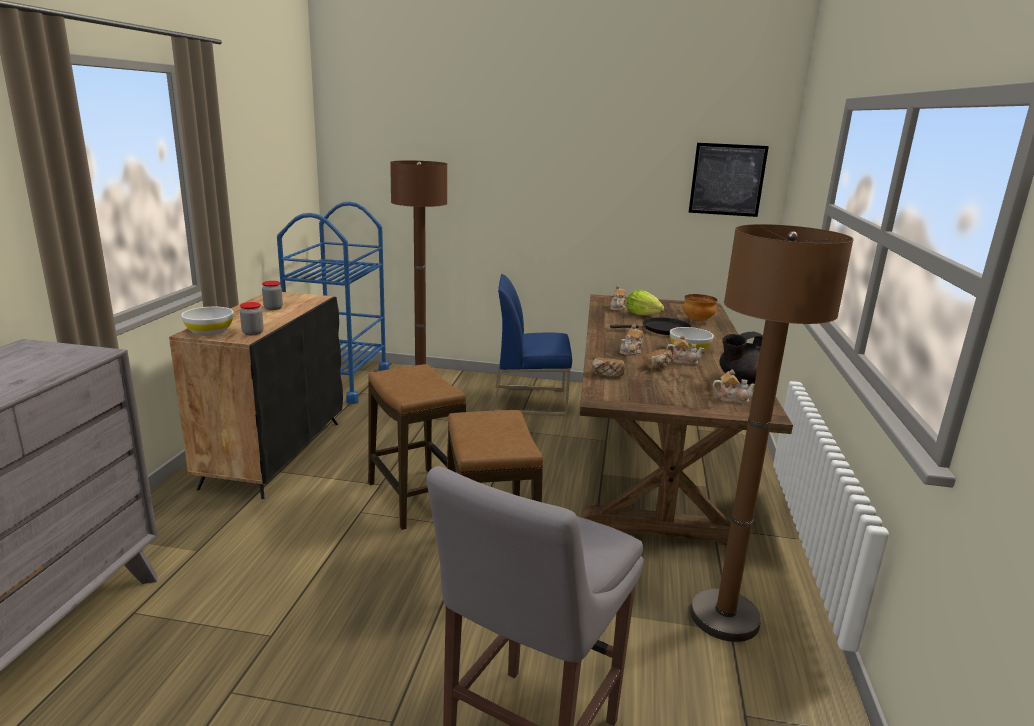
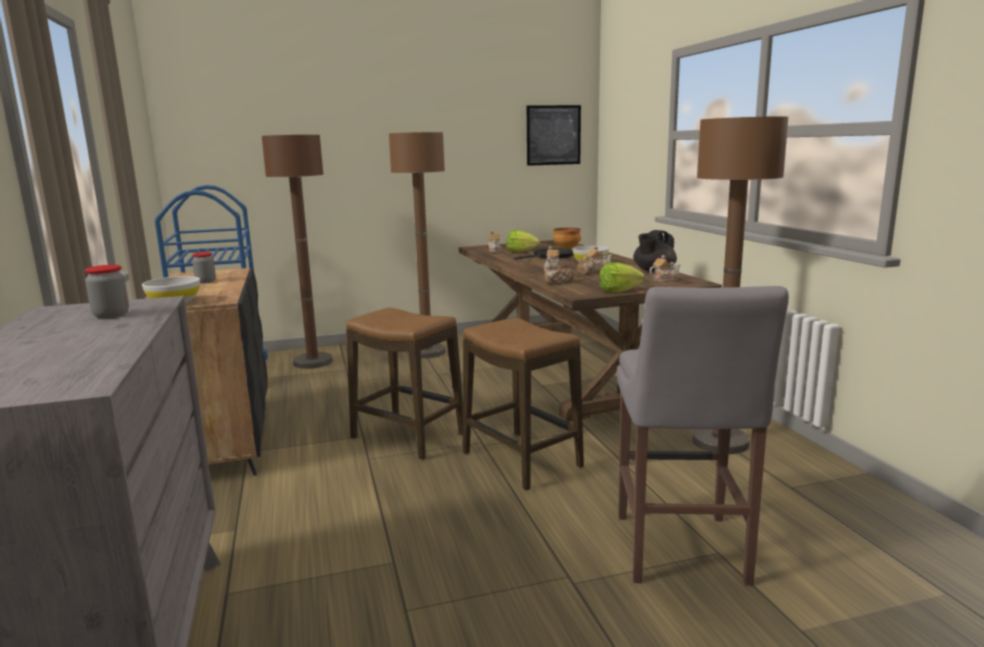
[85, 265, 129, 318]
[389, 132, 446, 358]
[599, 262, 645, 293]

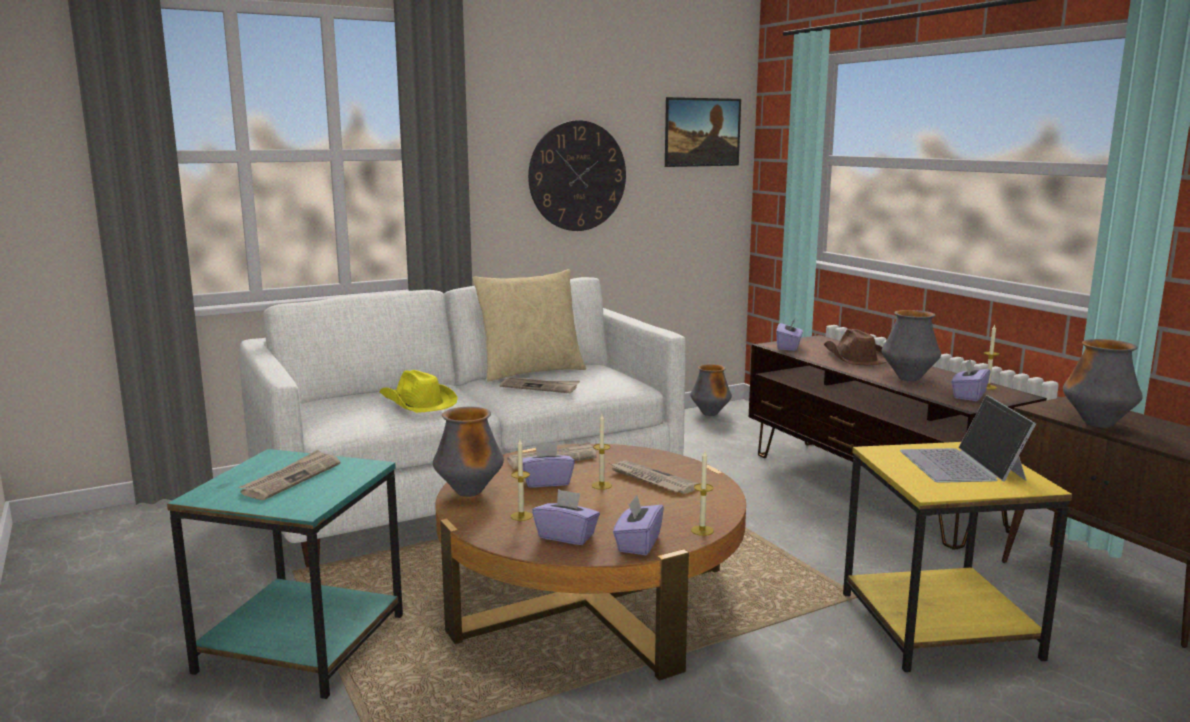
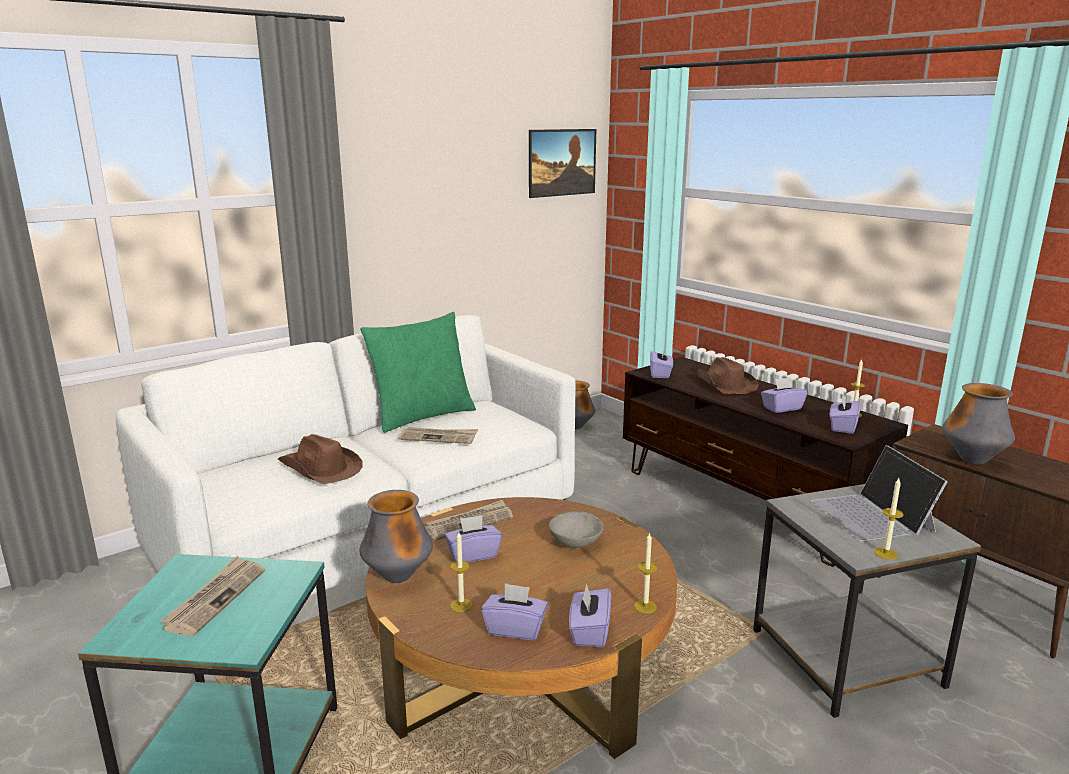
[278, 434, 363, 484]
[360, 312, 476, 433]
[528, 120, 626, 231] (first image)
[874, 478, 903, 560]
[549, 511, 604, 548]
[753, 484, 981, 718]
[761, 377, 808, 413]

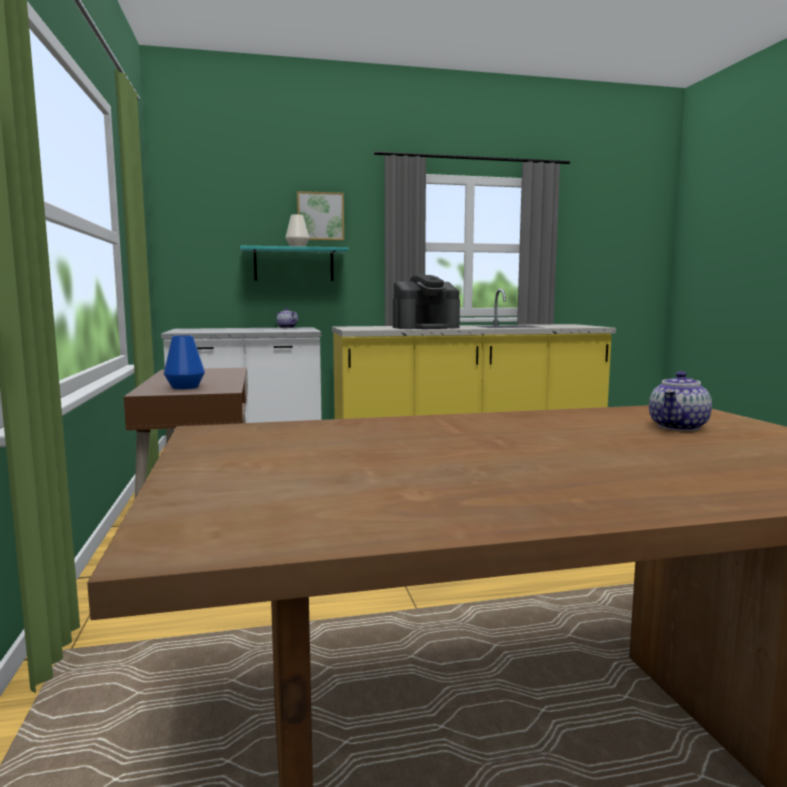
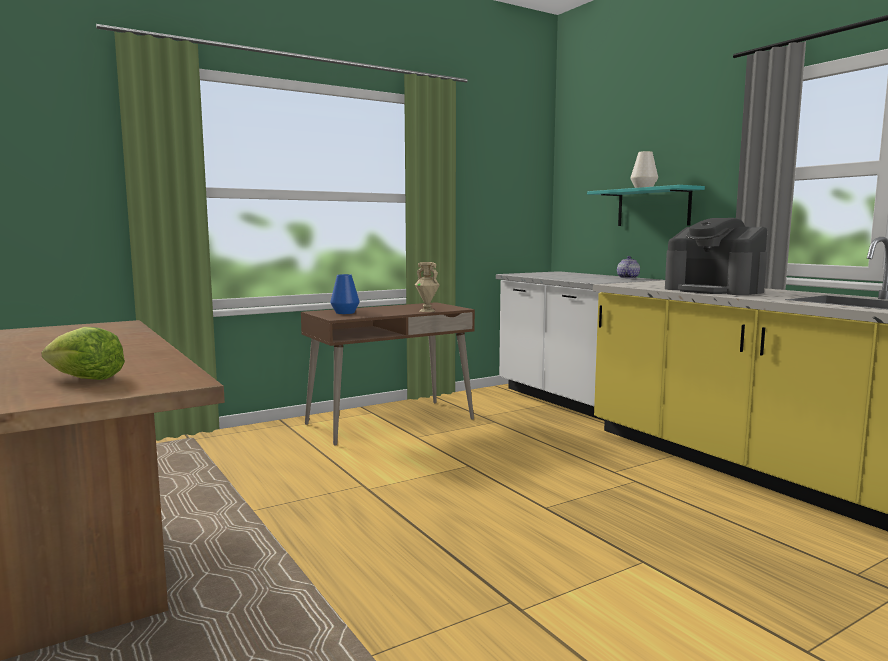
[297, 191, 344, 241] (first image)
[41, 327, 125, 380]
[415, 262, 440, 312]

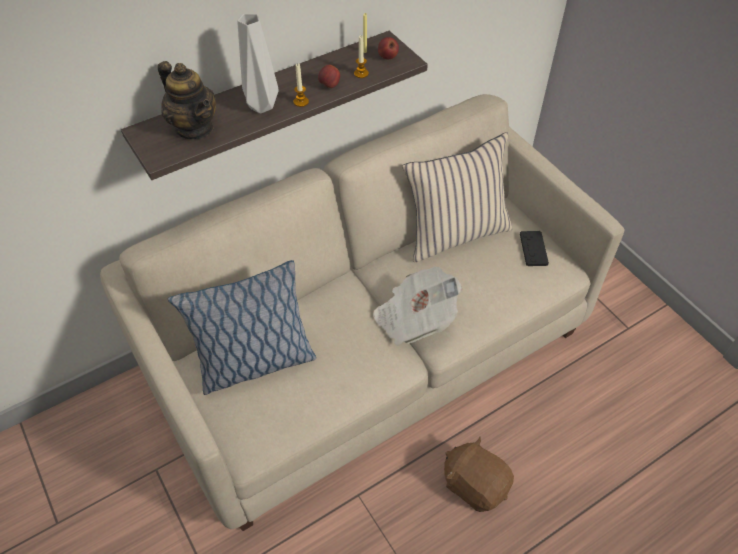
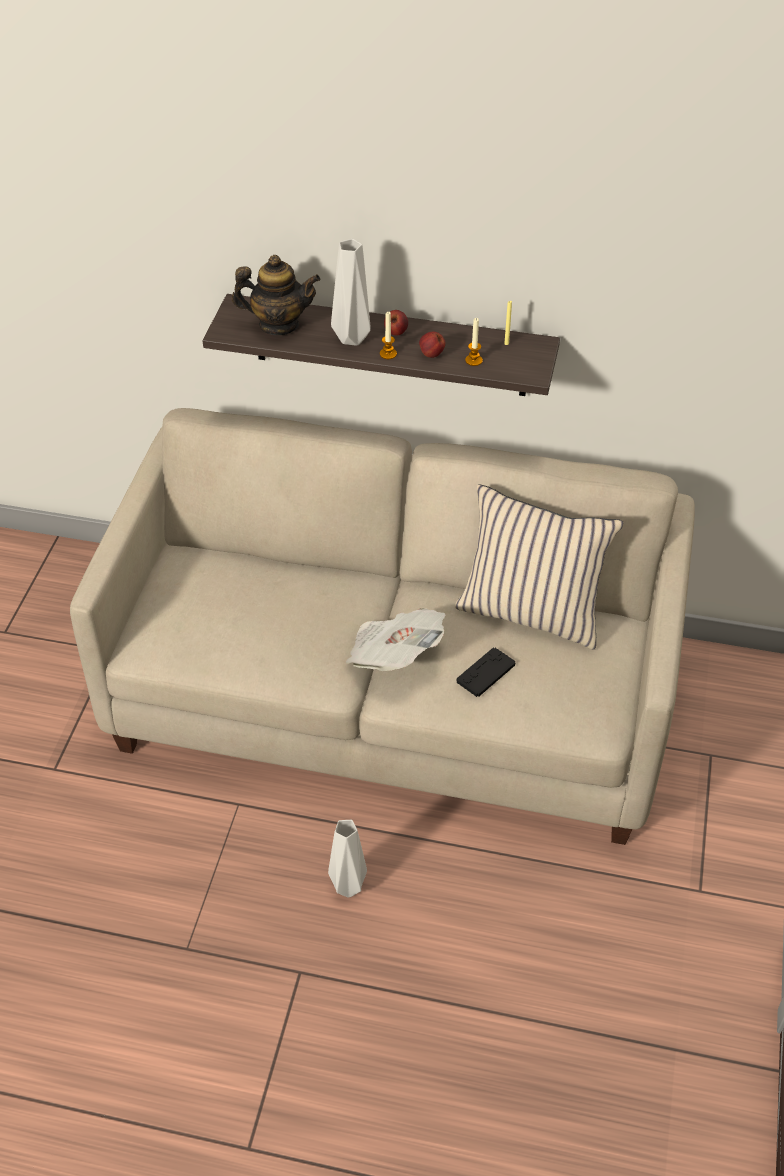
[232, 255, 320, 335]
[168, 260, 316, 395] (first image)
[384, 310, 408, 336]
[328, 820, 367, 897]
[457, 648, 515, 697]

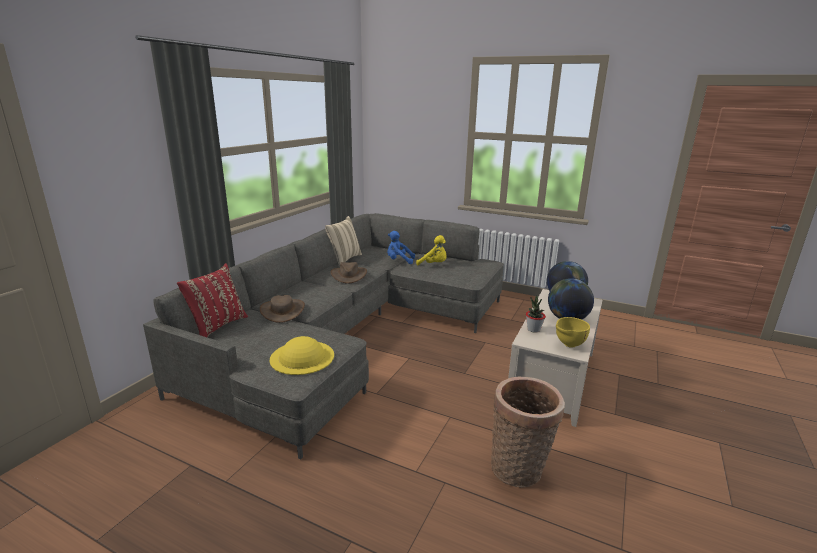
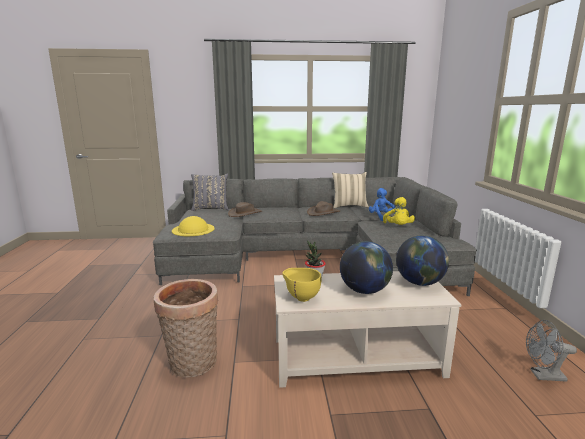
[191, 173, 229, 211]
[526, 320, 577, 382]

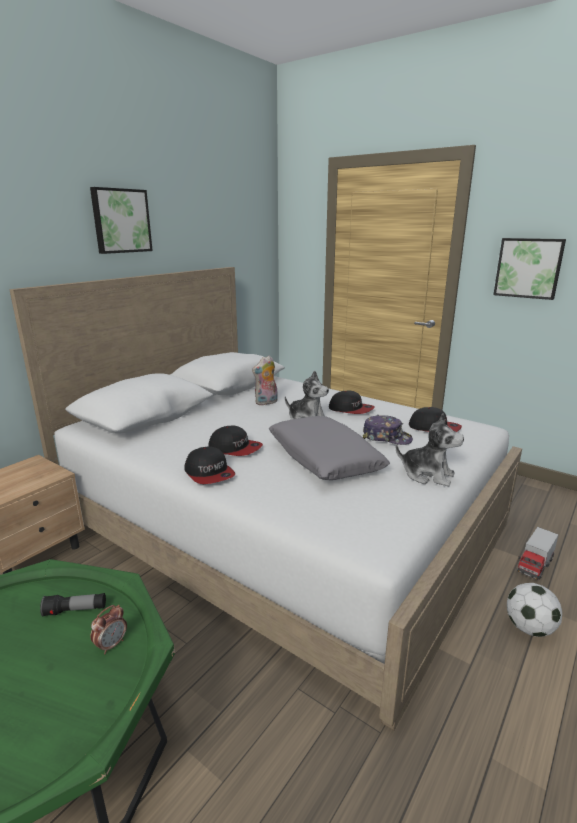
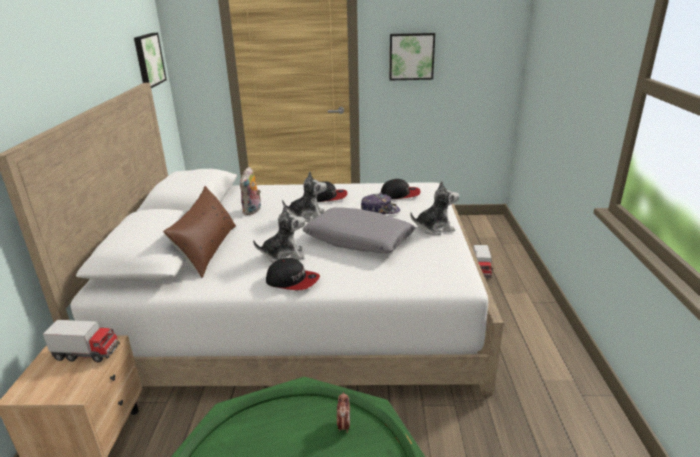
[40, 593, 106, 616] (first image)
[134, 33, 167, 88]
[253, 205, 305, 263]
[507, 583, 562, 637] (first image)
[43, 320, 120, 363]
[163, 186, 236, 278]

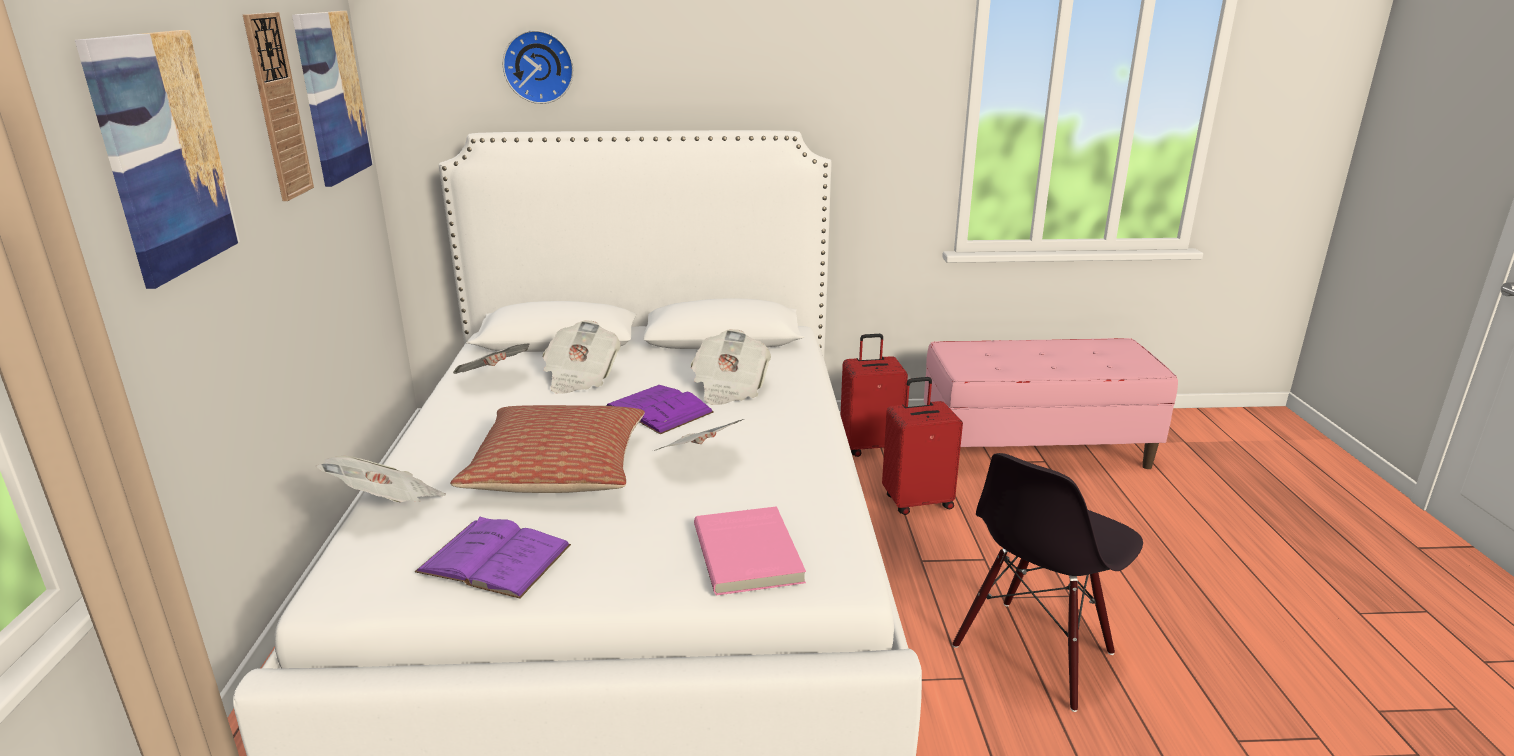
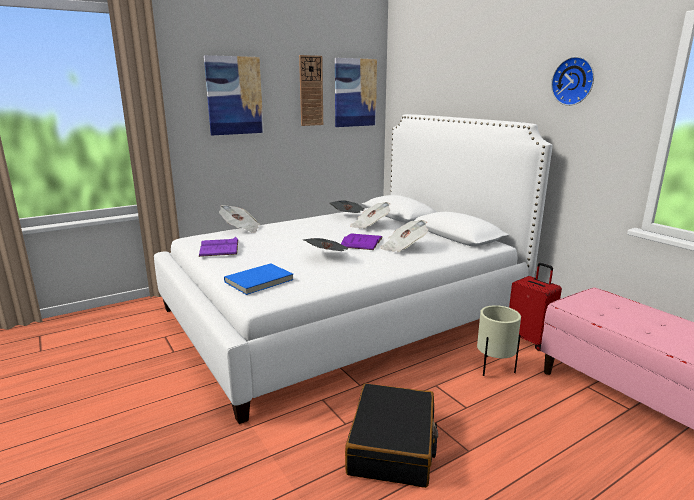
[450, 405, 645, 493] (first image)
[551, 57, 594, 106]
[224, 263, 294, 295]
[477, 305, 521, 376]
[345, 383, 438, 488]

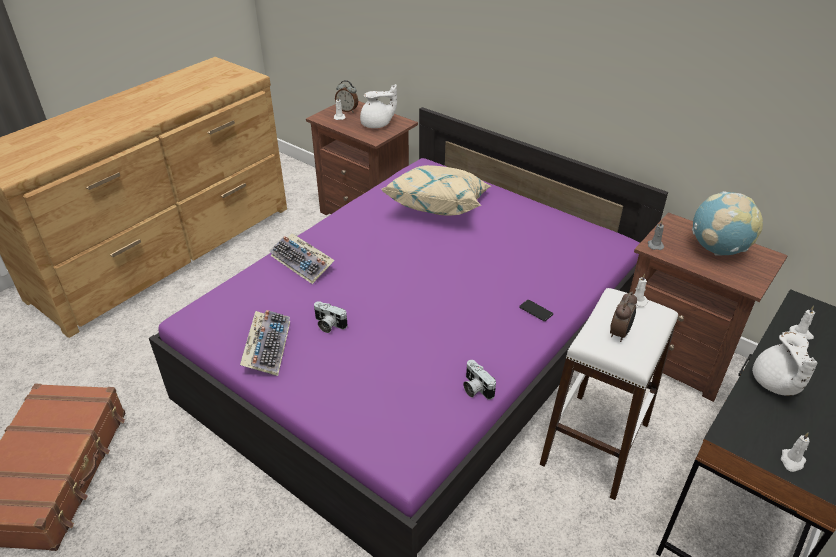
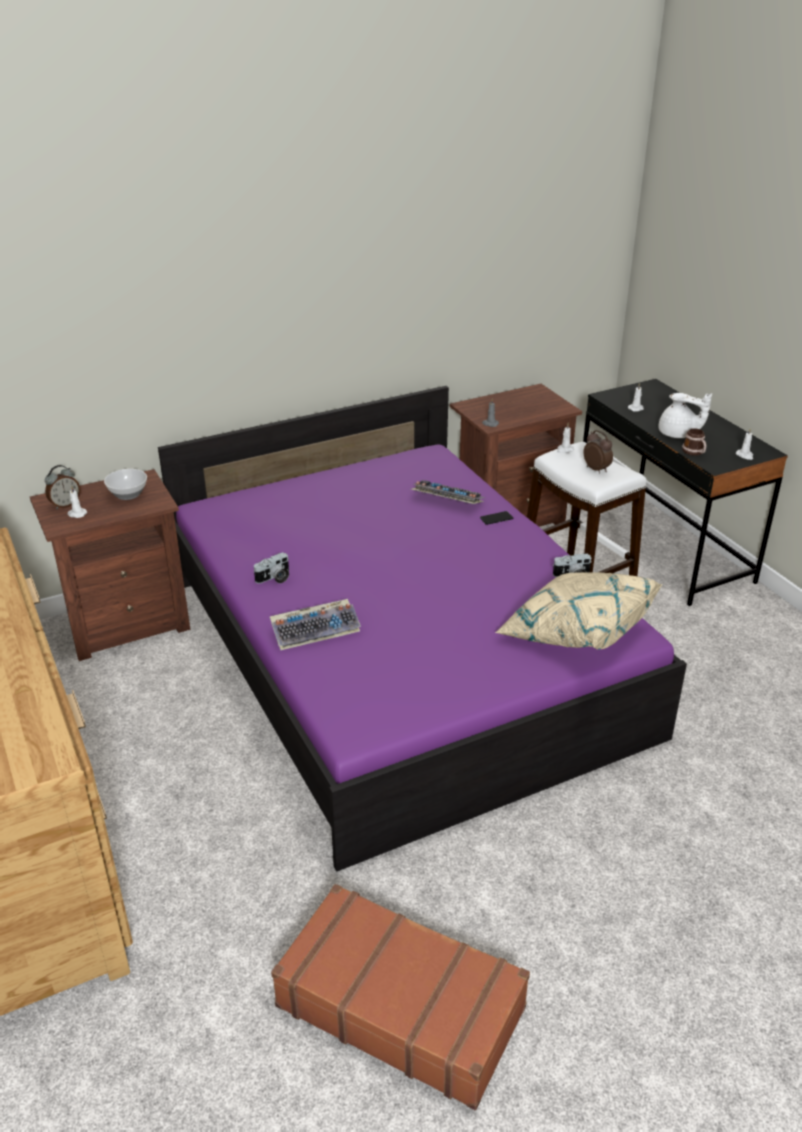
[411, 480, 485, 504]
[253, 552, 289, 584]
[104, 469, 147, 500]
[495, 572, 662, 650]
[692, 191, 763, 256] (first image)
[682, 429, 706, 456]

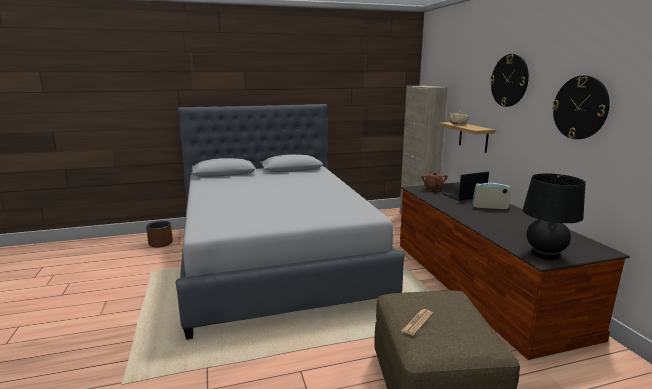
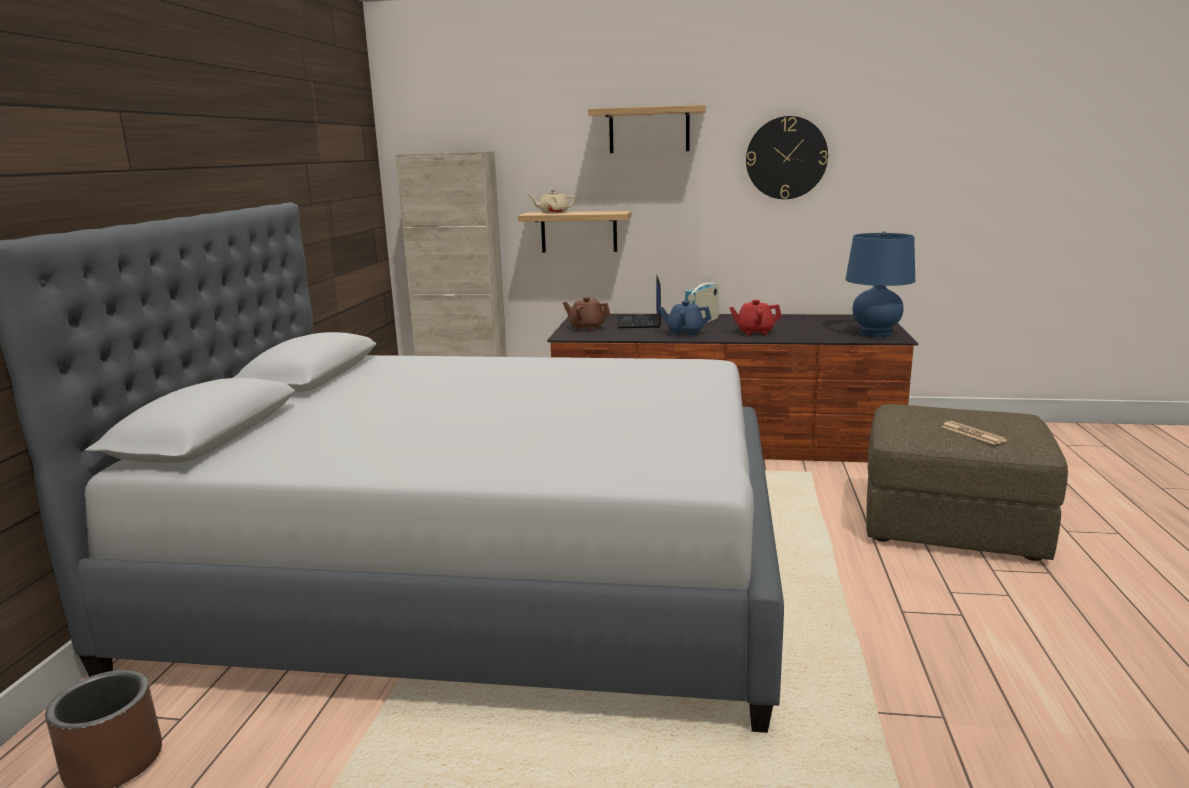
[588, 105, 706, 153]
[845, 232, 915, 337]
[659, 301, 711, 336]
[729, 300, 782, 335]

